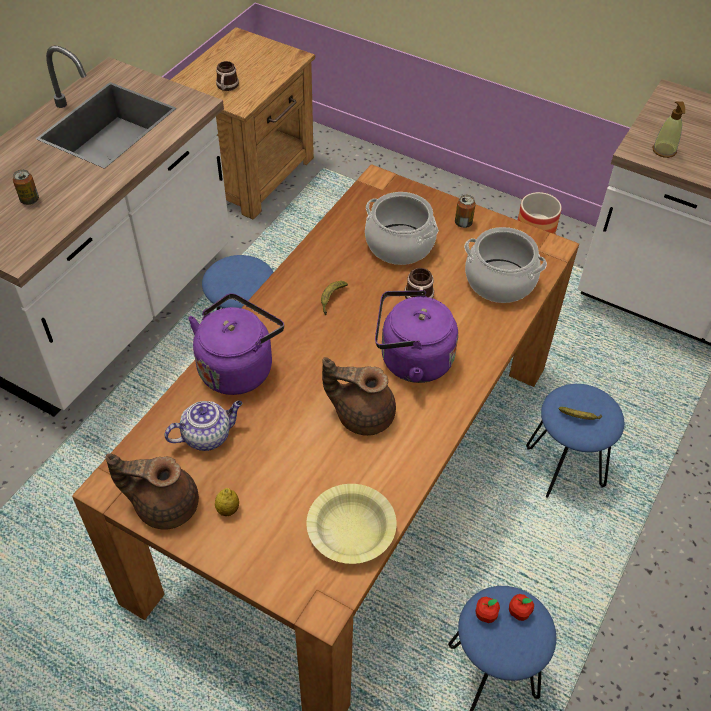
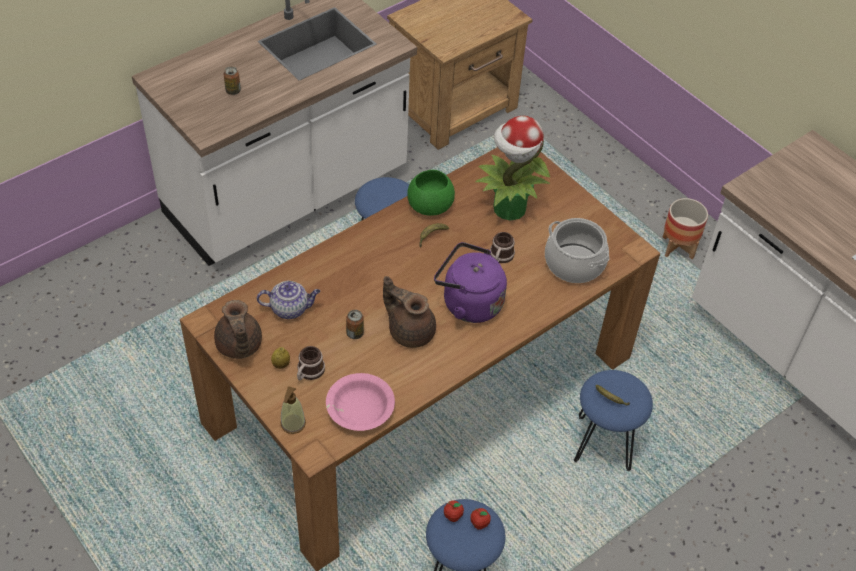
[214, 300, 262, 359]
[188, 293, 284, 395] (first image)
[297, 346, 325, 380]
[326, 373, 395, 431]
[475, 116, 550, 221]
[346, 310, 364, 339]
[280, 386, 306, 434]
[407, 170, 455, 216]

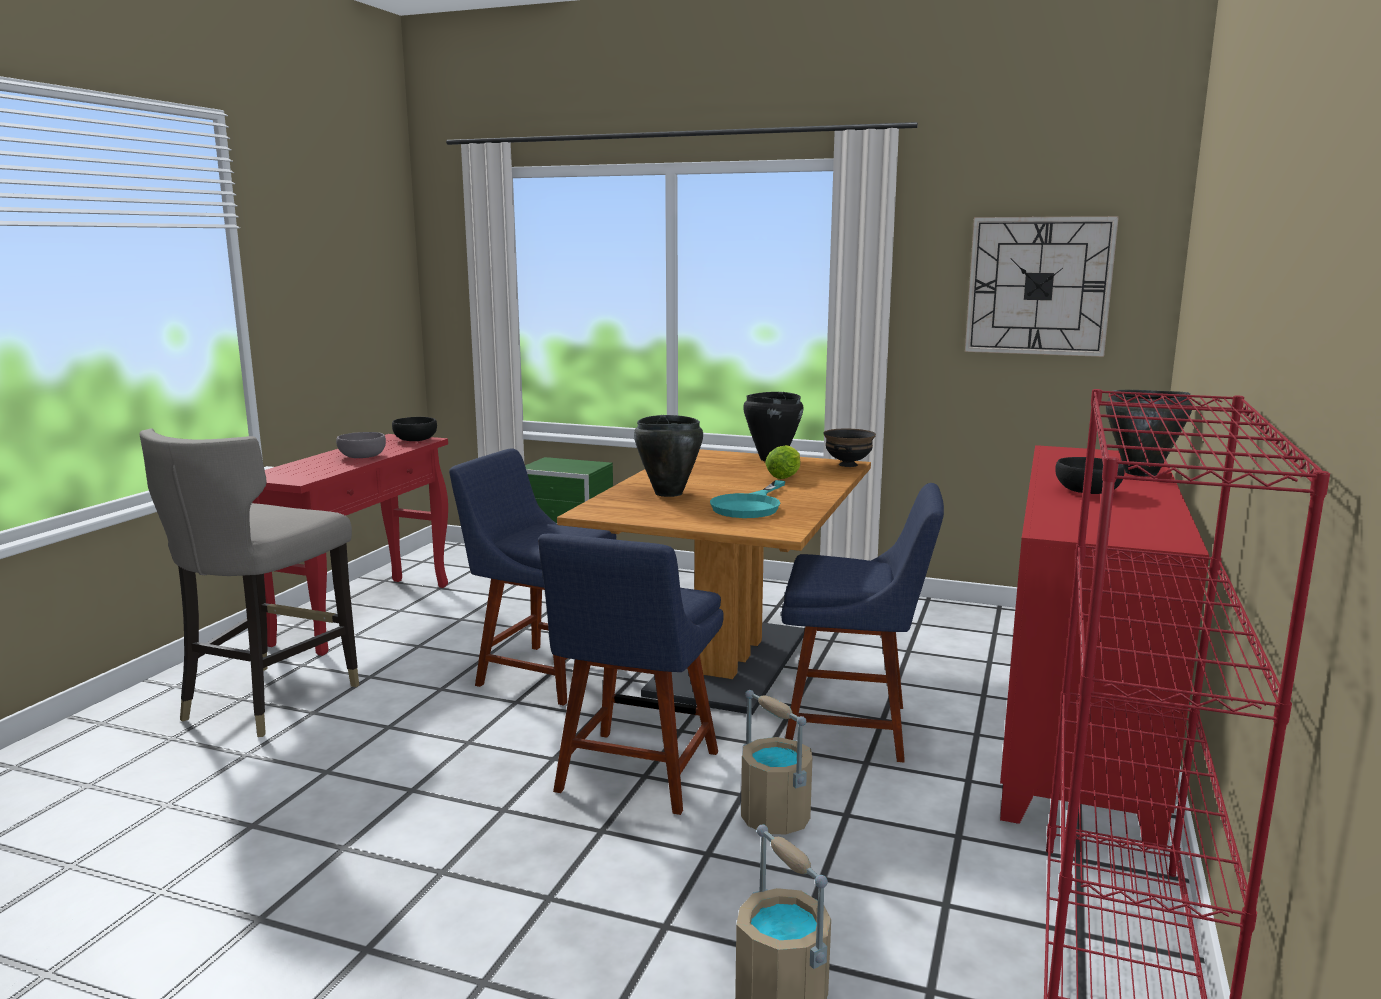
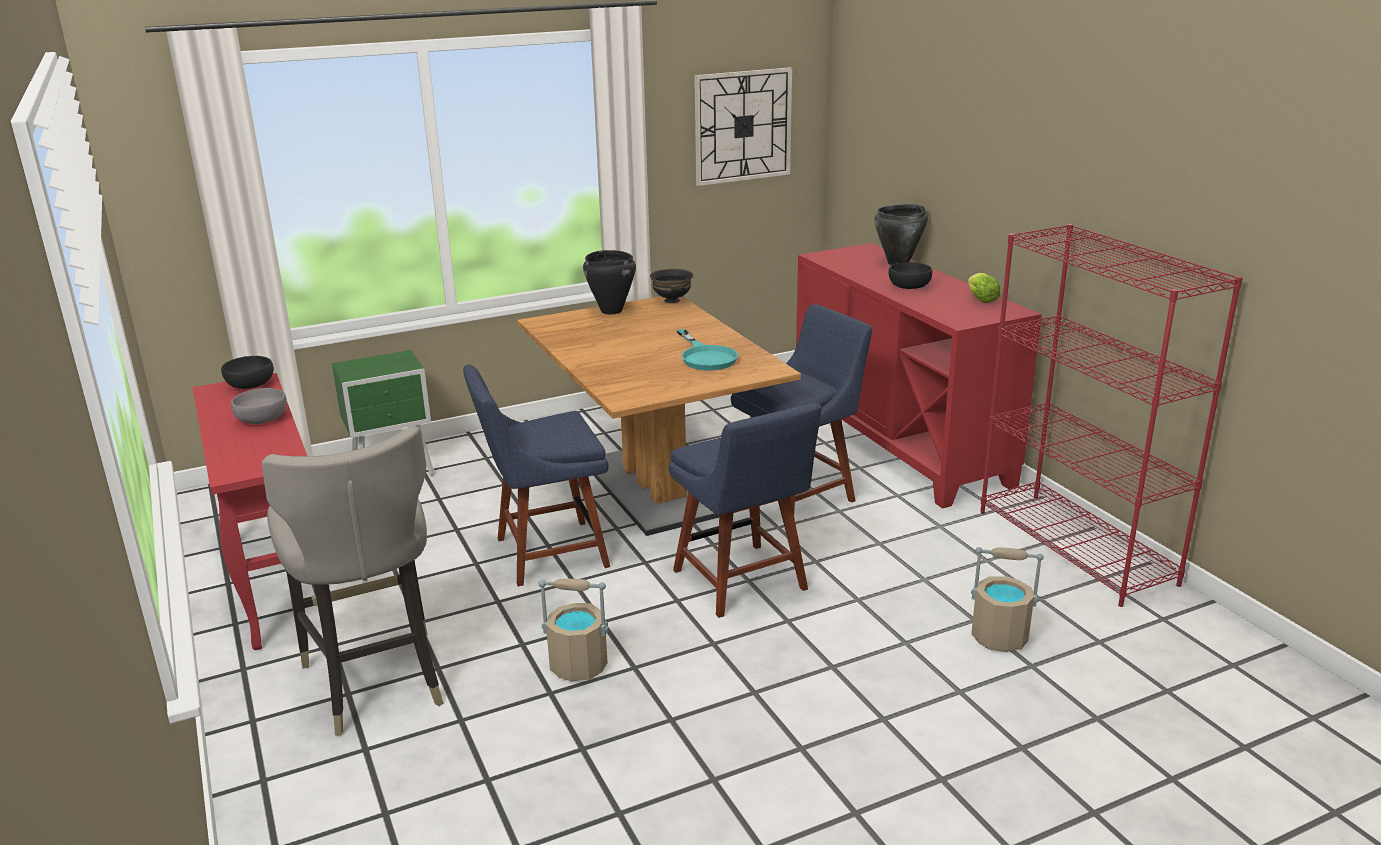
[634, 415, 703, 497] (first image)
[539, 579, 608, 681]
[968, 273, 1000, 303]

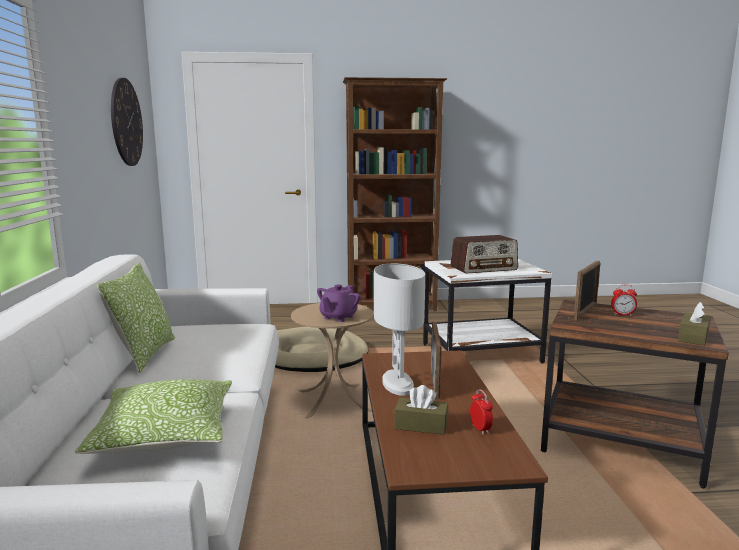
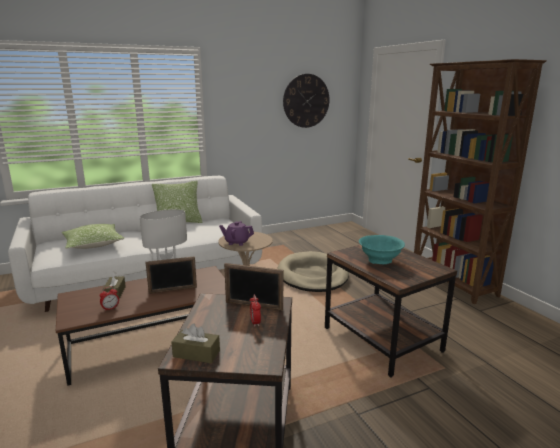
[325, 245, 457, 377]
[359, 235, 405, 264]

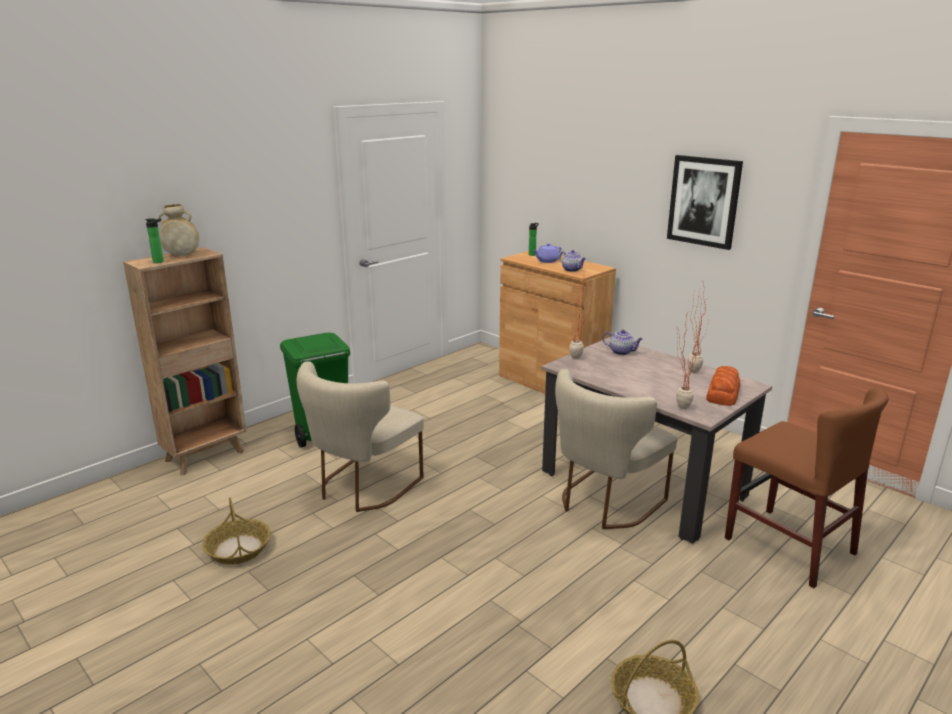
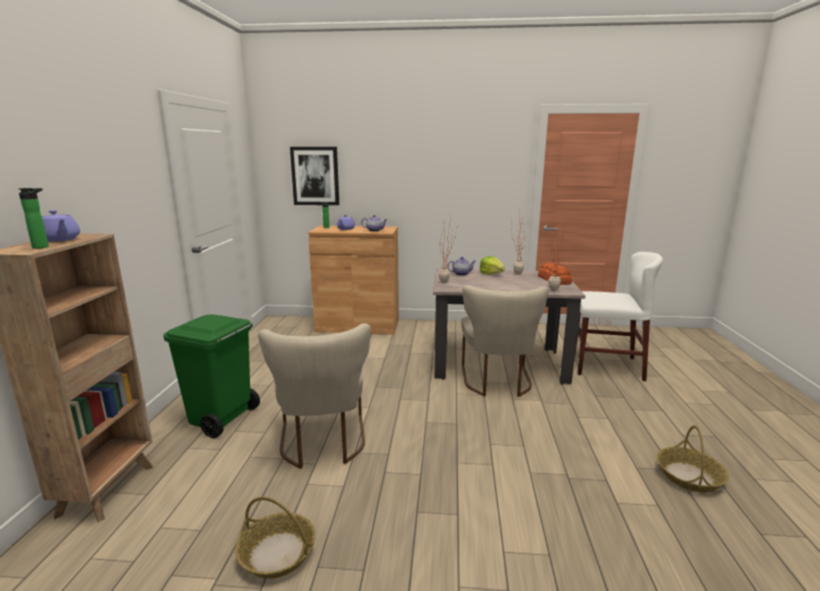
[42, 210, 80, 242]
[290, 147, 339, 205]
[575, 252, 663, 381]
[480, 256, 505, 275]

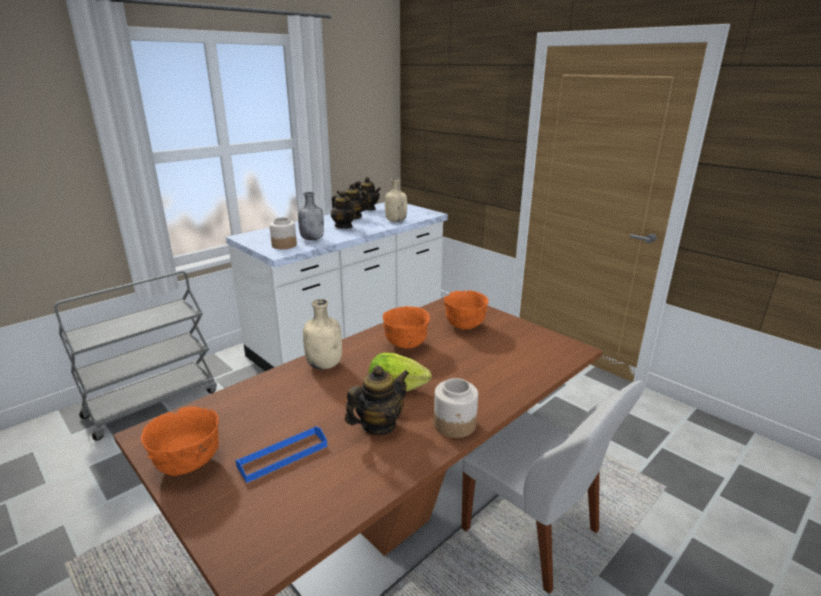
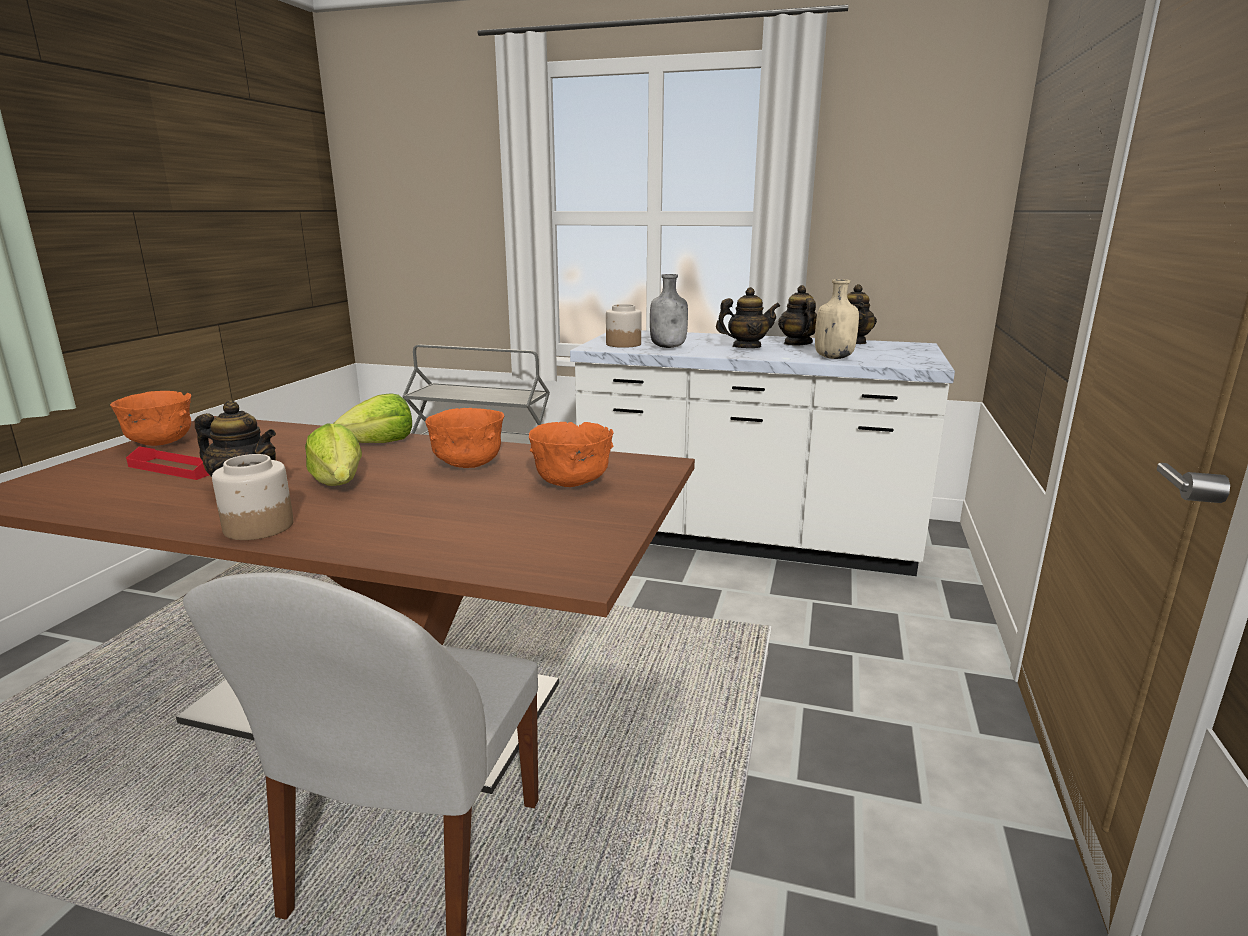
[126, 447, 209, 480]
[333, 393, 412, 443]
[716, 287, 780, 348]

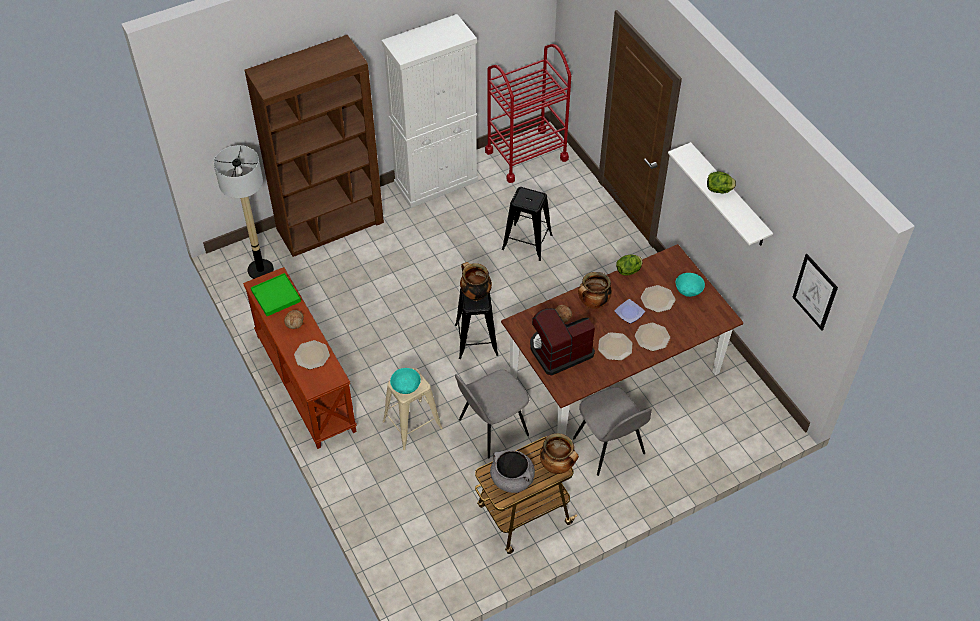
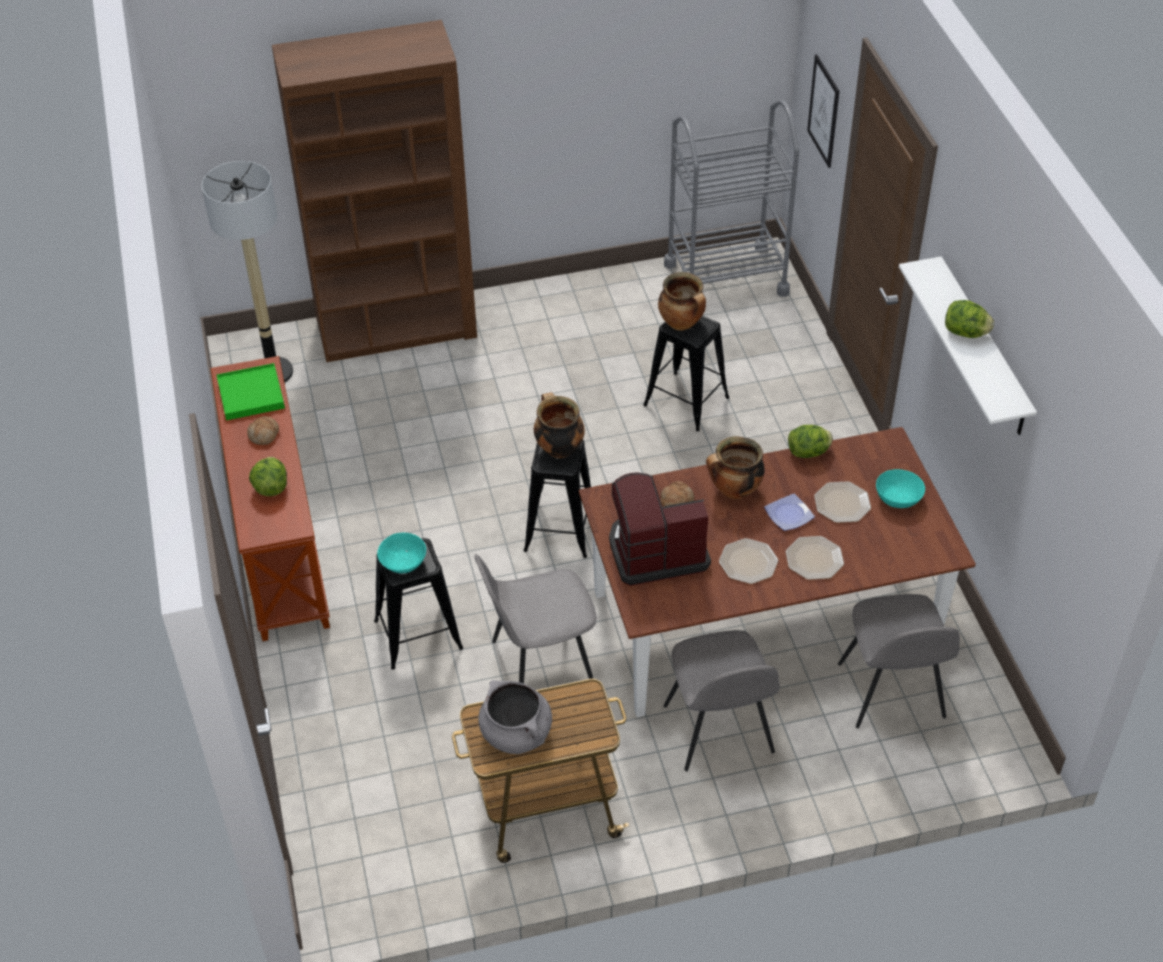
[249, 457, 287, 496]
[382, 14, 478, 208] (first image)
[374, 538, 463, 670]
[664, 100, 799, 297]
[658, 272, 706, 331]
[807, 54, 839, 168]
[838, 594, 960, 728]

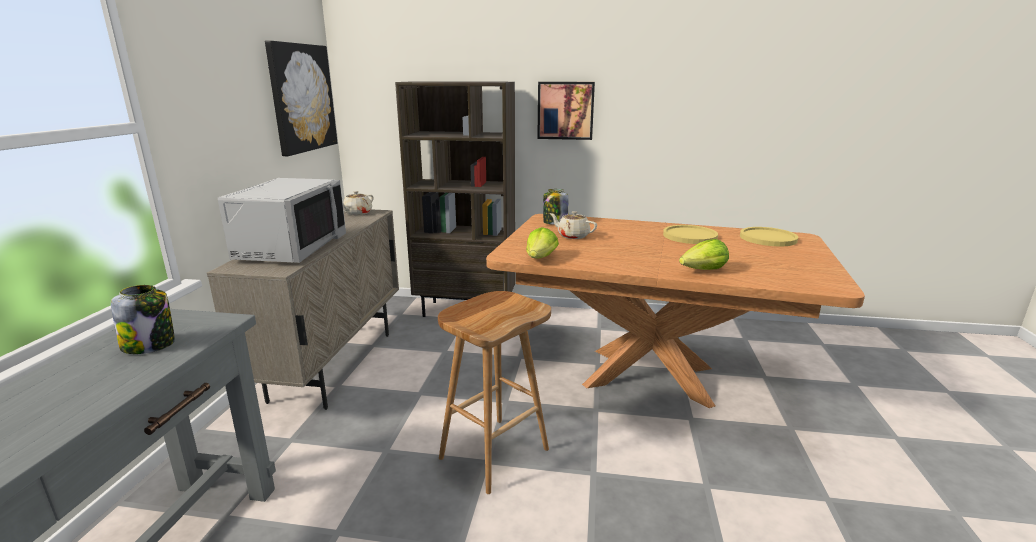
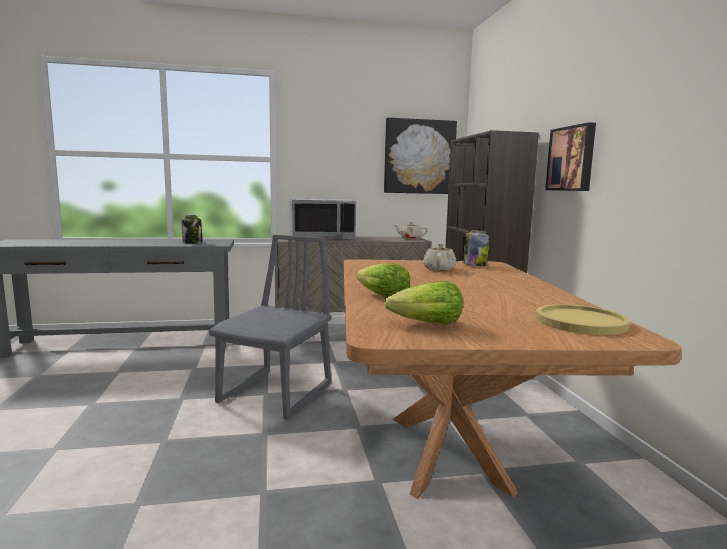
[209, 234, 332, 420]
[384, 281, 463, 325]
[663, 225, 718, 244] (first image)

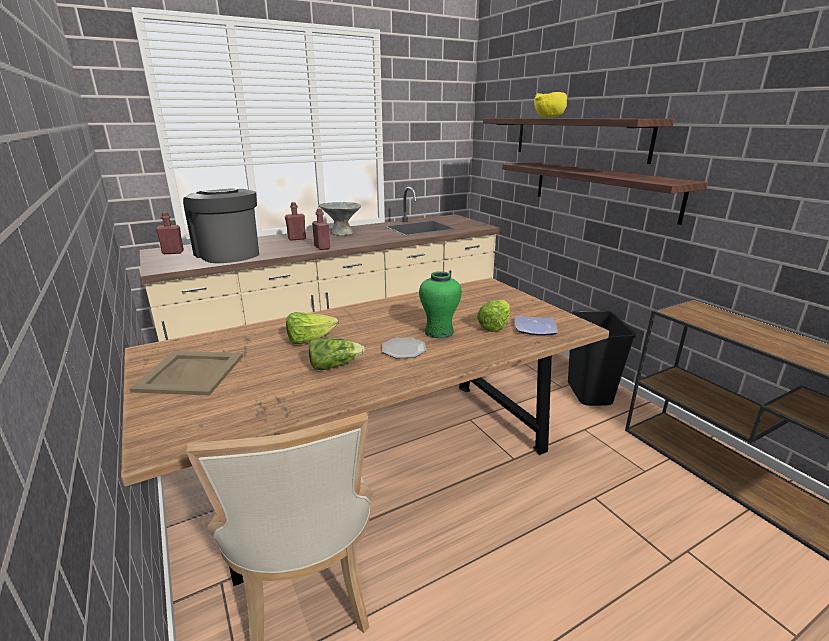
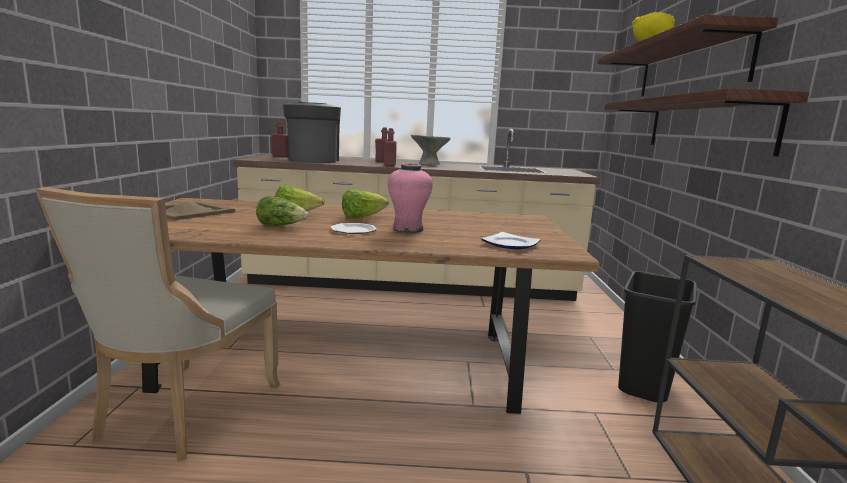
[388, 163, 433, 233]
[342, 189, 389, 218]

